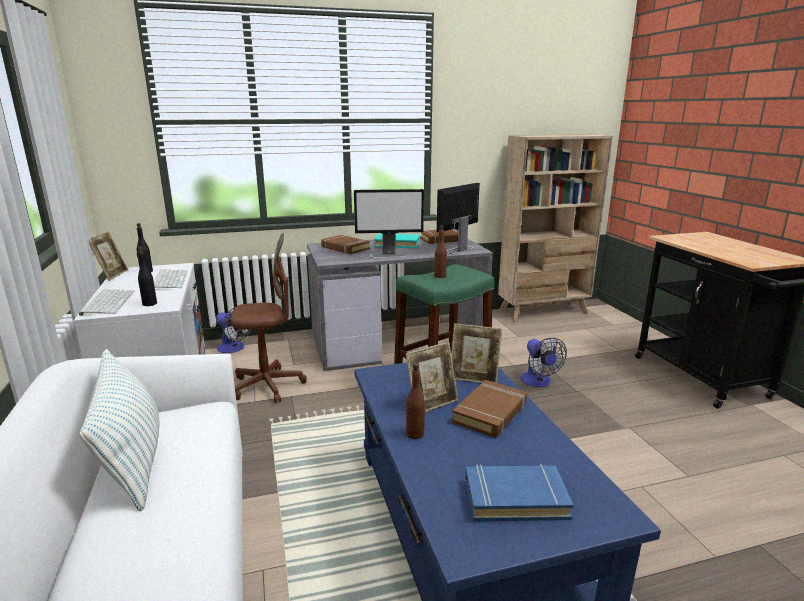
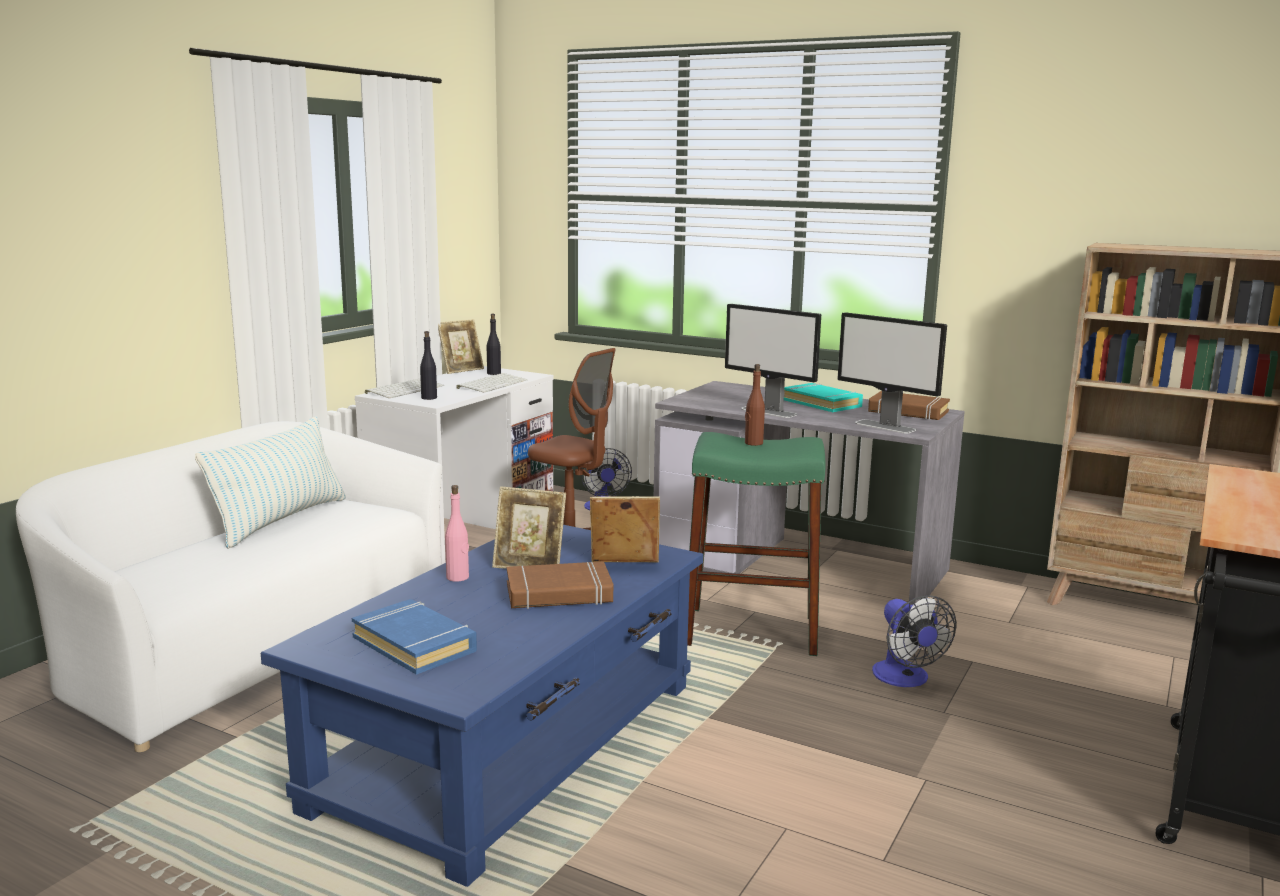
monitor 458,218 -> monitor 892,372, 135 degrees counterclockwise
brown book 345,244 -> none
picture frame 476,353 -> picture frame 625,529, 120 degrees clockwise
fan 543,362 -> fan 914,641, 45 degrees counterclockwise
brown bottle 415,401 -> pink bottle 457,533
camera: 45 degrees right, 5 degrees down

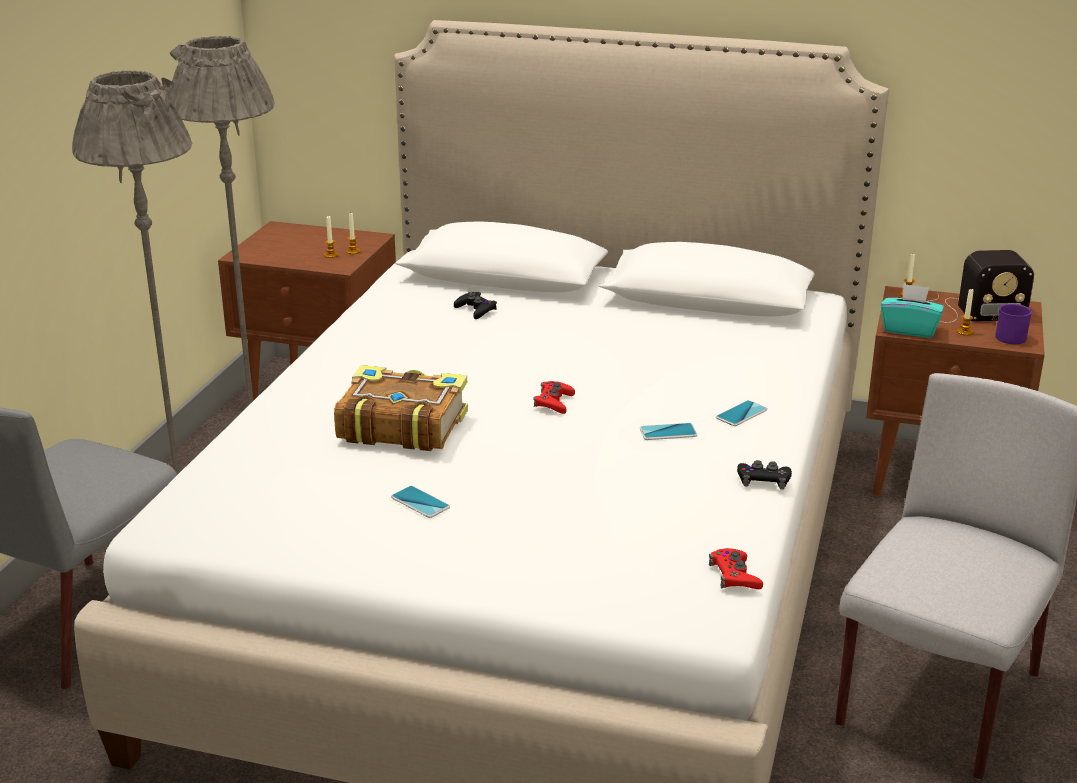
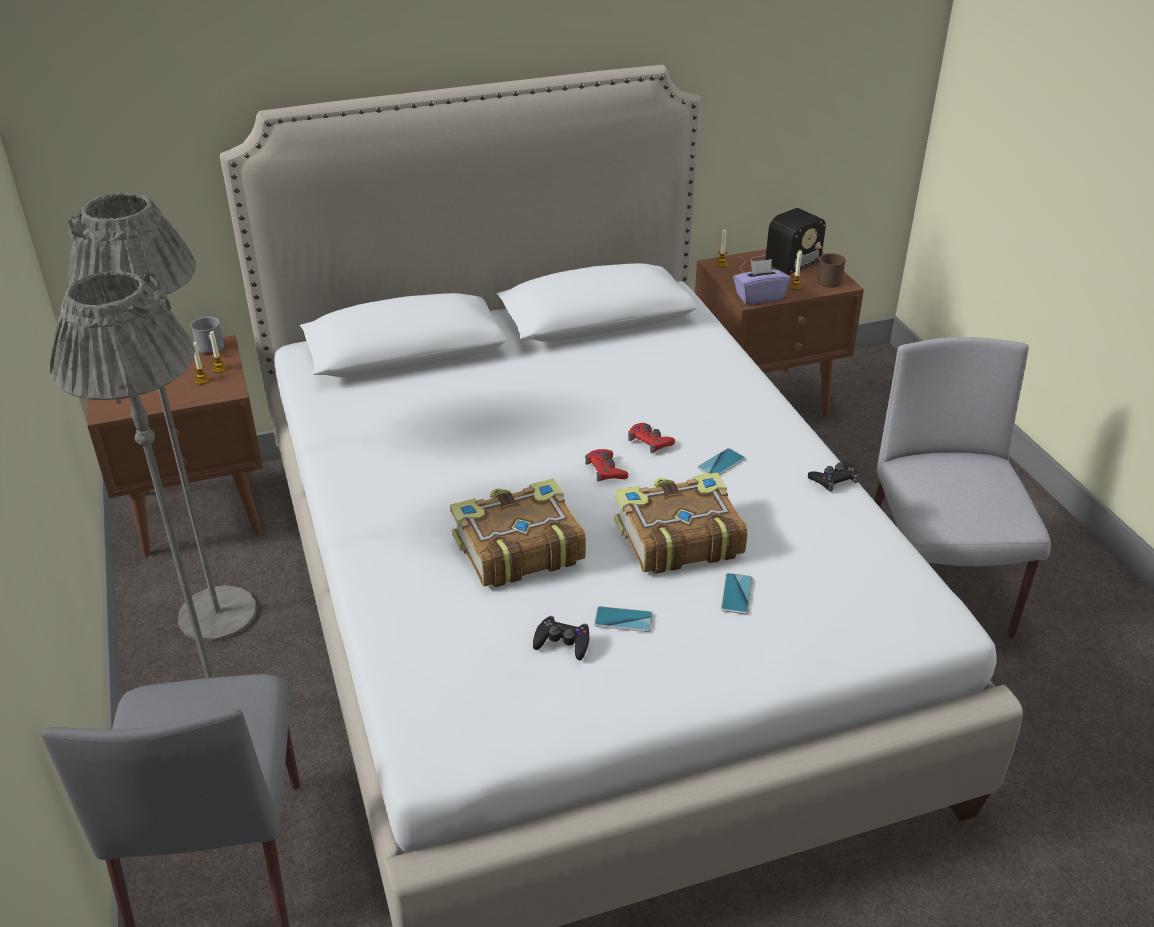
turquoise tissue box 912,311 -> purple tissue box 762,282
black game controller 475,305 -> black game controller 561,638, move
purple mug 1013,324 -> brown mug 830,270
phone 741,413 -> phone 736,593, move
red game controller 736,568 -> red game controller 651,438, move
none -> grey mug 207,335
none -> book 680,523
camera: 35 degrees left, 10 degrees up

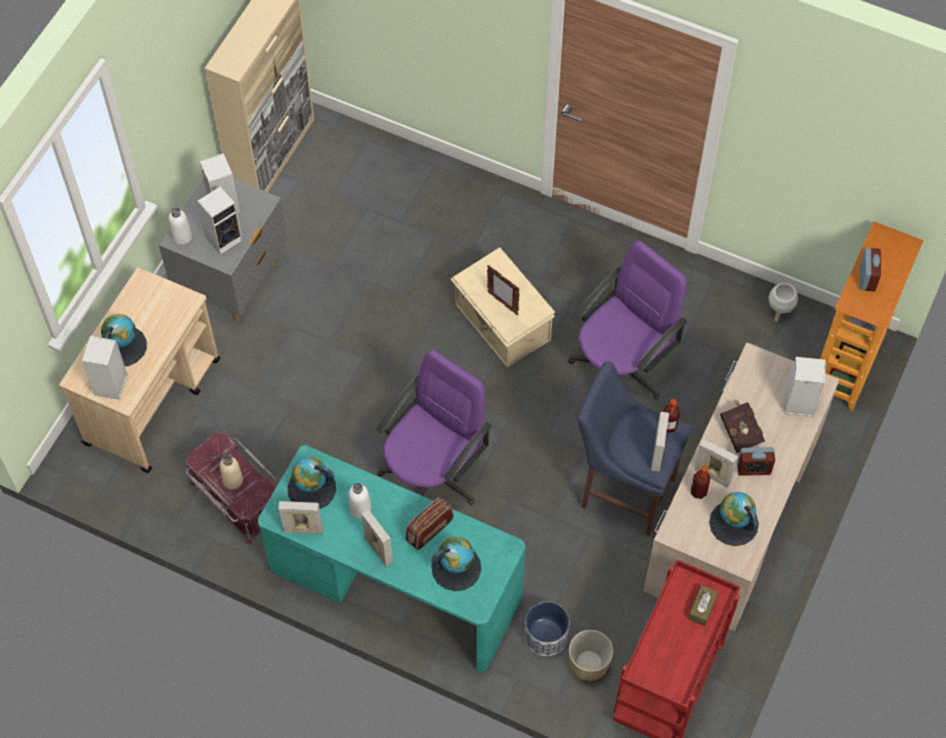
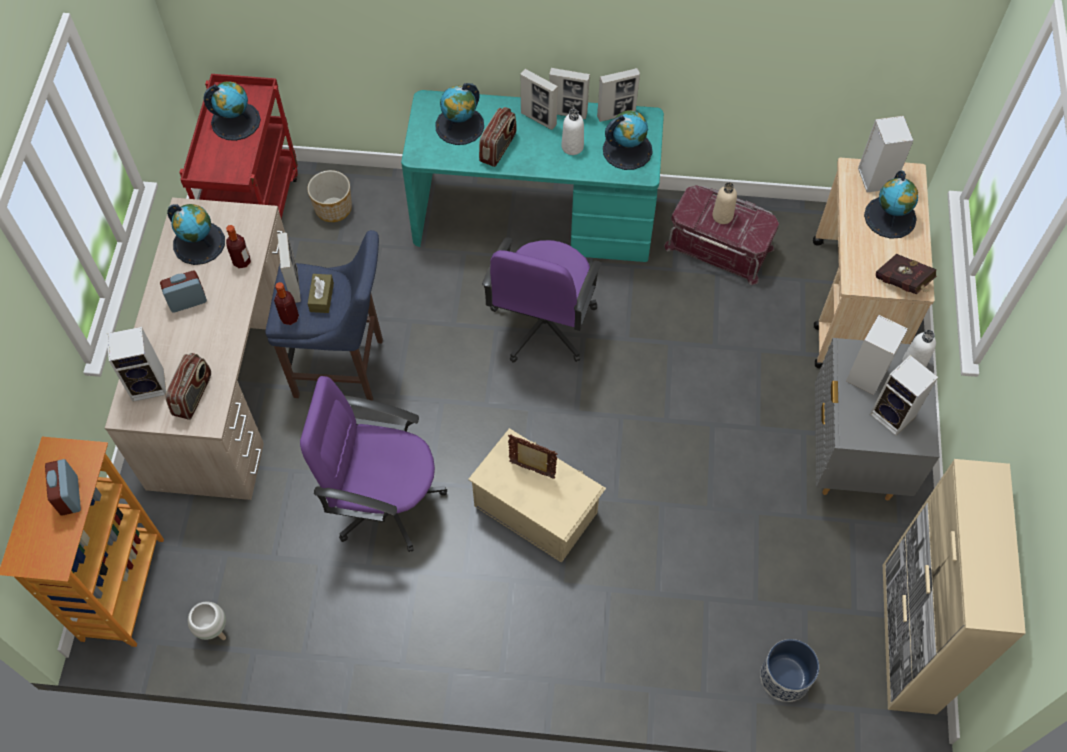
purple office chair 627,320 -> purple office chair 373,464, 75 degrees clockwise
red book 742,426 -> red book 906,274, move
picture frame 716,463 -> picture frame 569,93, move
brown tissue box 703,605 -> brown tissue box 321,293, move
planter 547,628 -> planter 789,670, move
none -> globe 232,111
none -> radio 188,386
camera: 160 degrees right, 0 degrees up

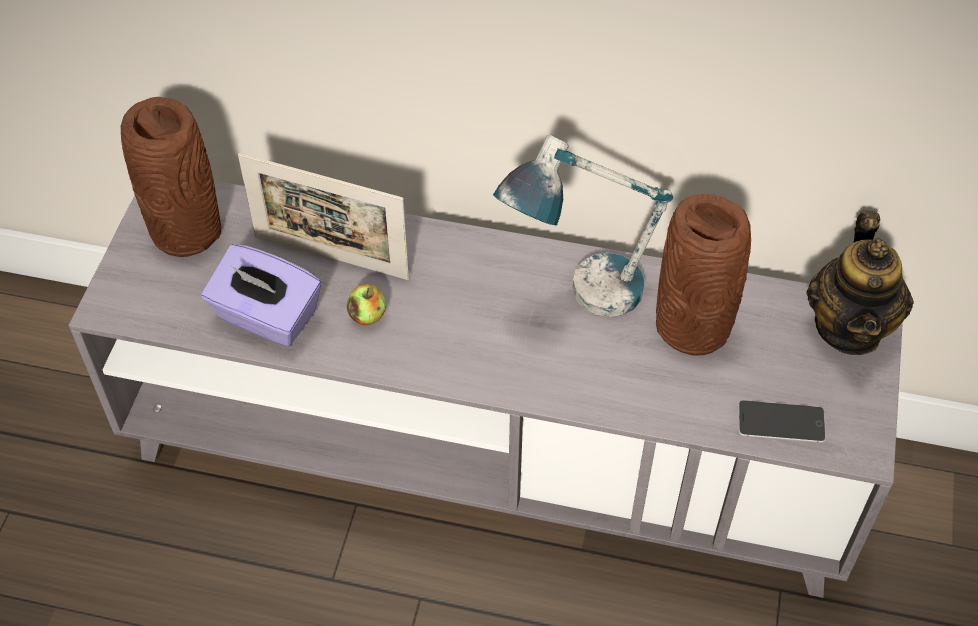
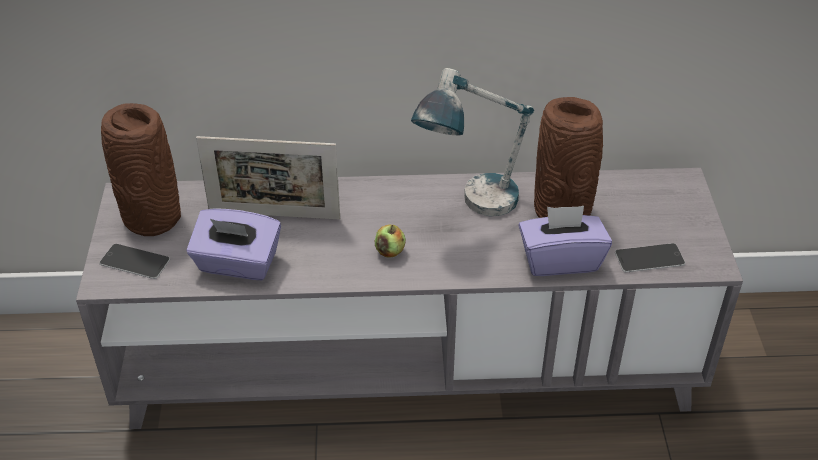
teapot 860,282 -> none
apple 366,304 -> apple 390,241, move
none -> purple tissue box 565,241
none -> phone 134,261
camera: 15 degrees left, 10 degrees down

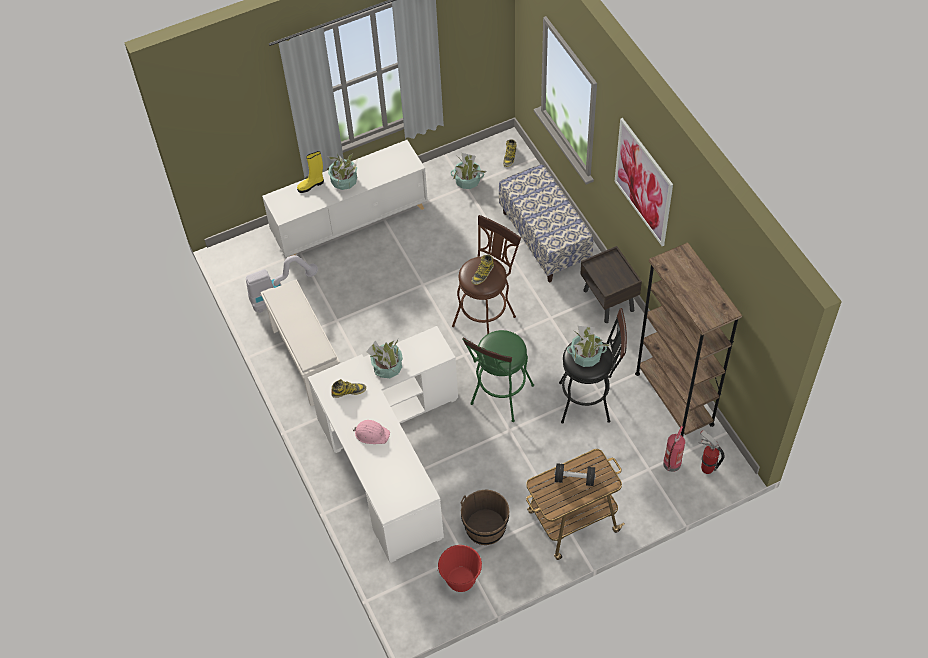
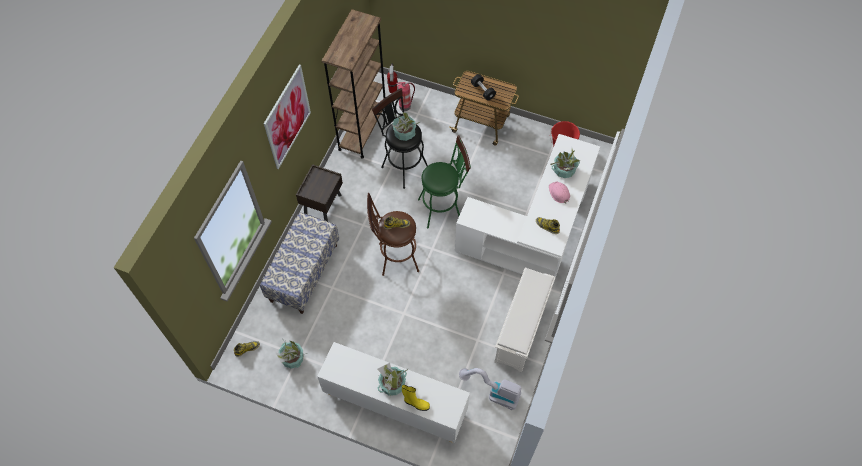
potted plant 384,358 -> potted plant 565,163, move
brown bucket 485,517 -> none
camera: 135 degrees left, 5 degrees up

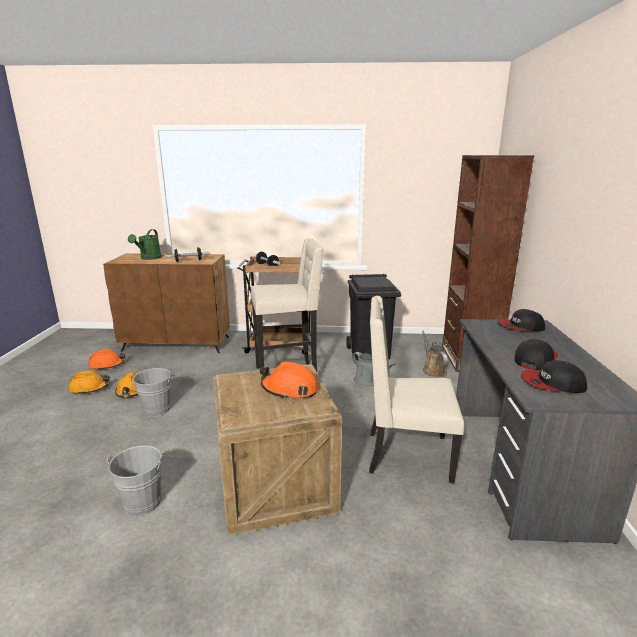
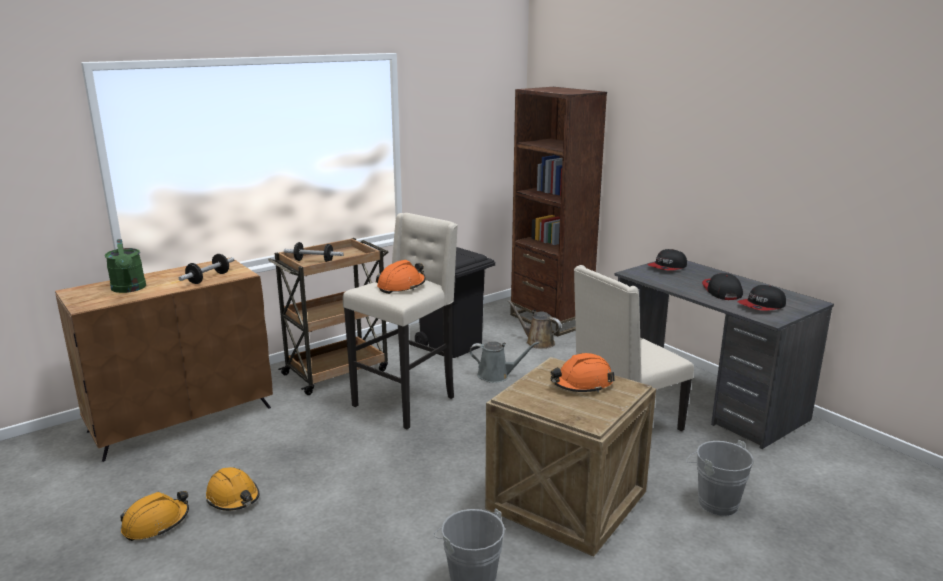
orange hard hat 106,359 -> orange hard hat 401,277, move
grey bucket 153,392 -> grey bucket 720,478, move
camera: 40 degrees left, 0 degrees up

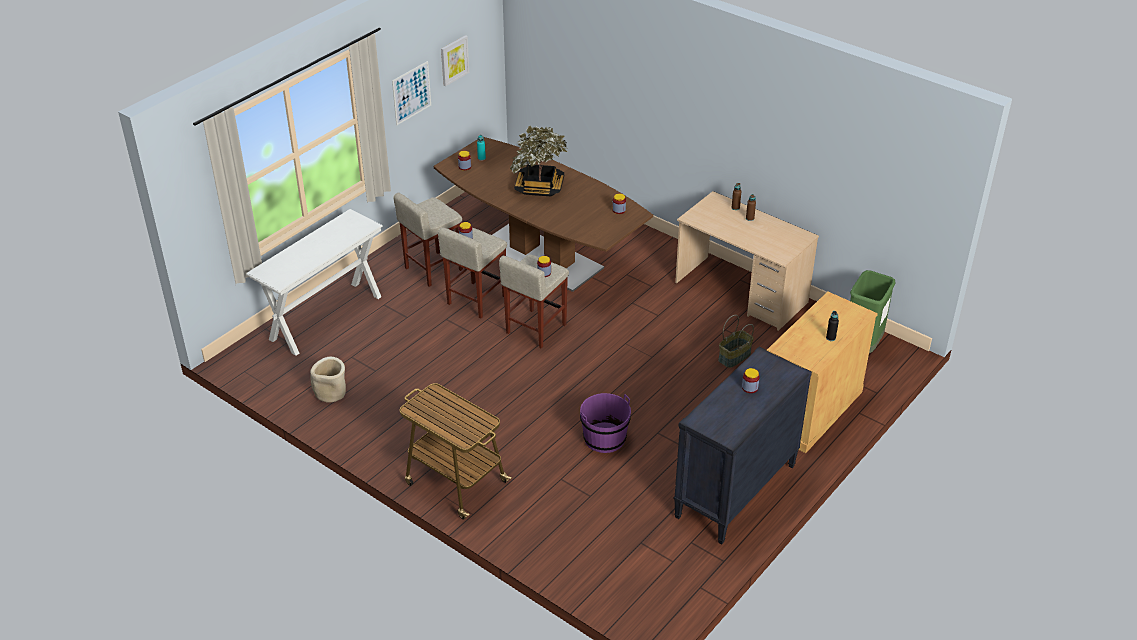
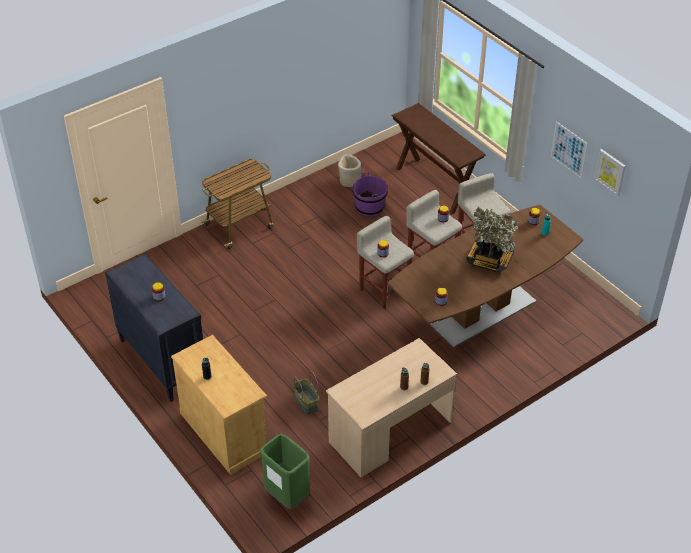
white console table 314,282 -> brown console table 439,159
purple bucket 605,423 -> purple bucket 370,194, move
camera: 105 degrees right, 5 degrees up

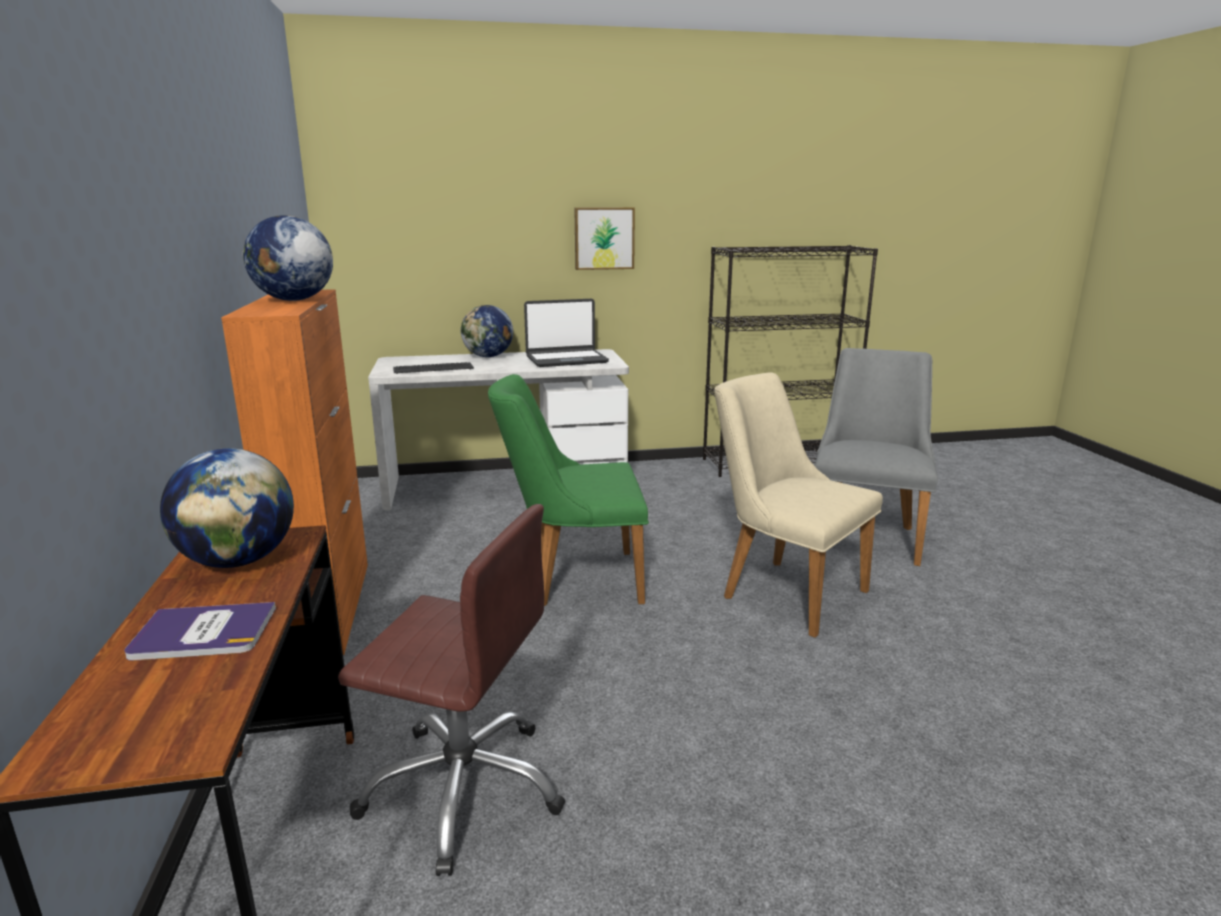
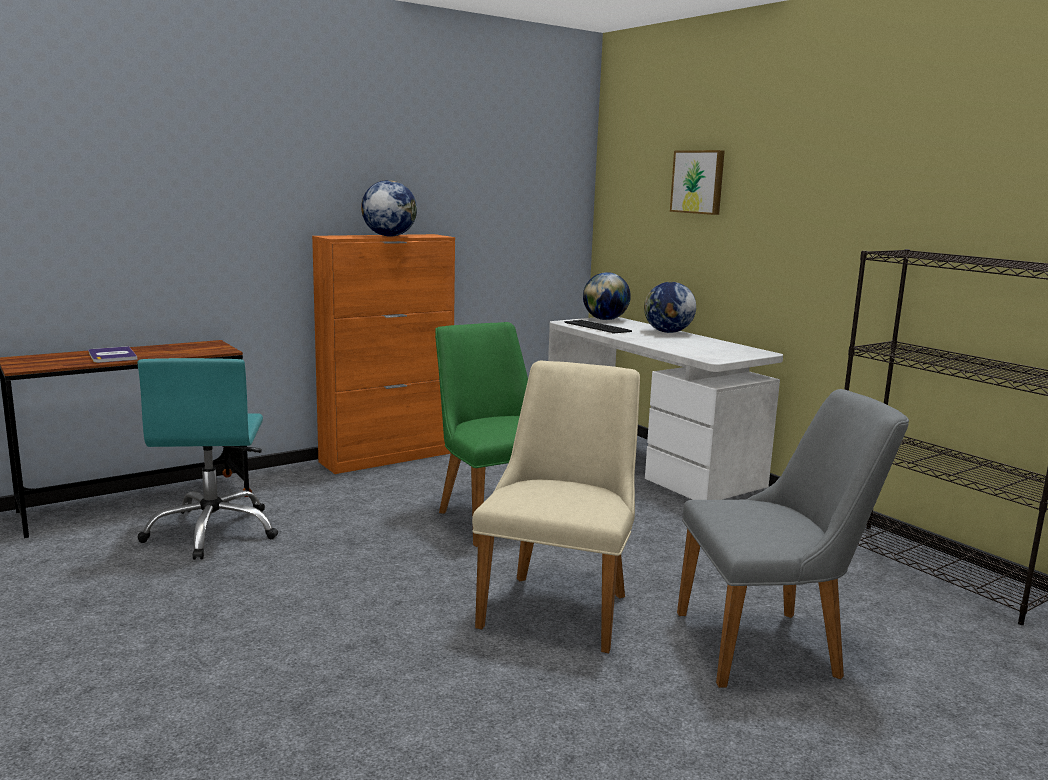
picture 604,239 -> picture 697,182, move
laptop 566,333 -> none
globe 227,508 -> globe 607,296, move
brown office chair 451,690 -> turquoise office chair 208,459
camera: 65 degrees right, 5 degrees down

